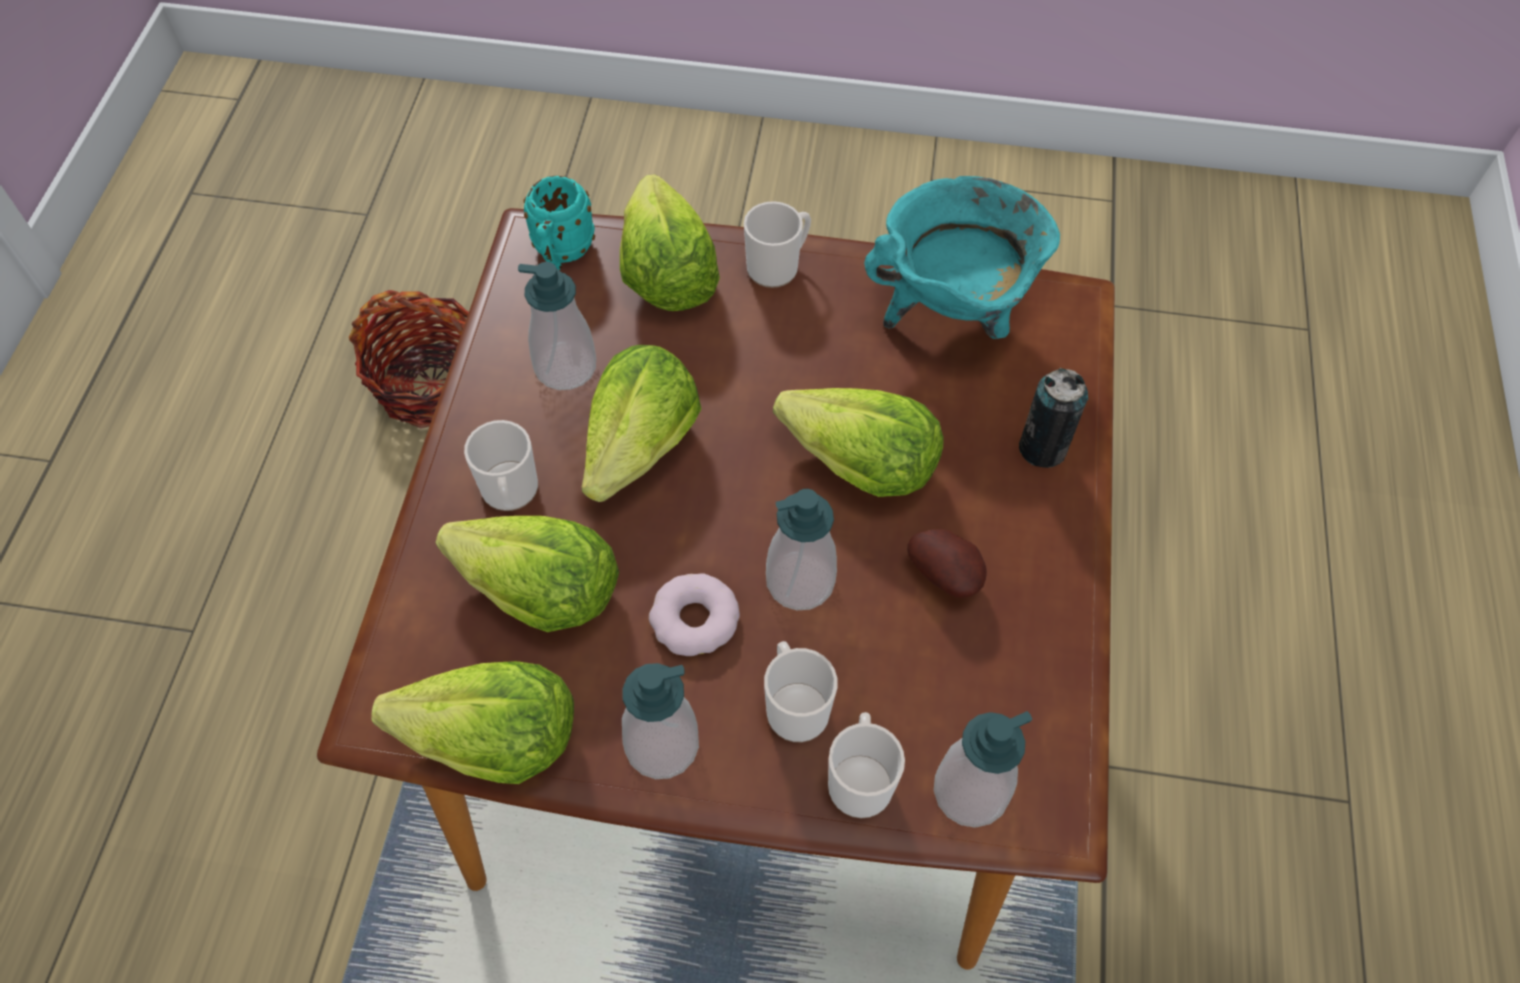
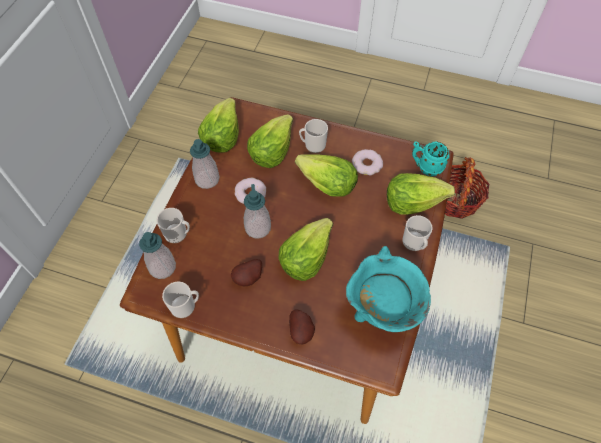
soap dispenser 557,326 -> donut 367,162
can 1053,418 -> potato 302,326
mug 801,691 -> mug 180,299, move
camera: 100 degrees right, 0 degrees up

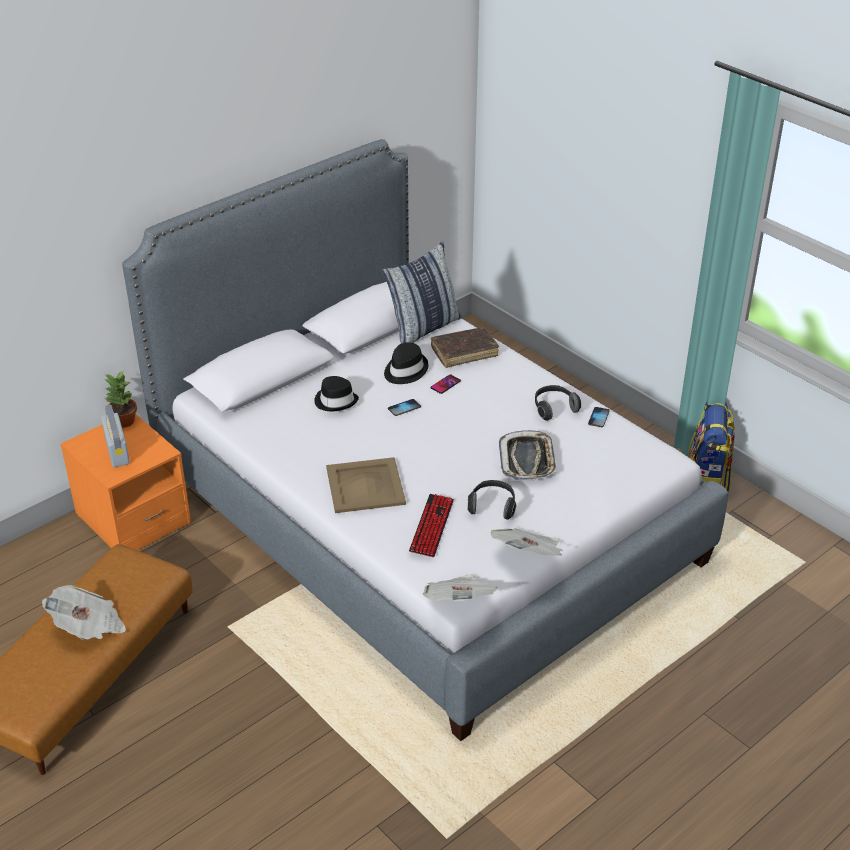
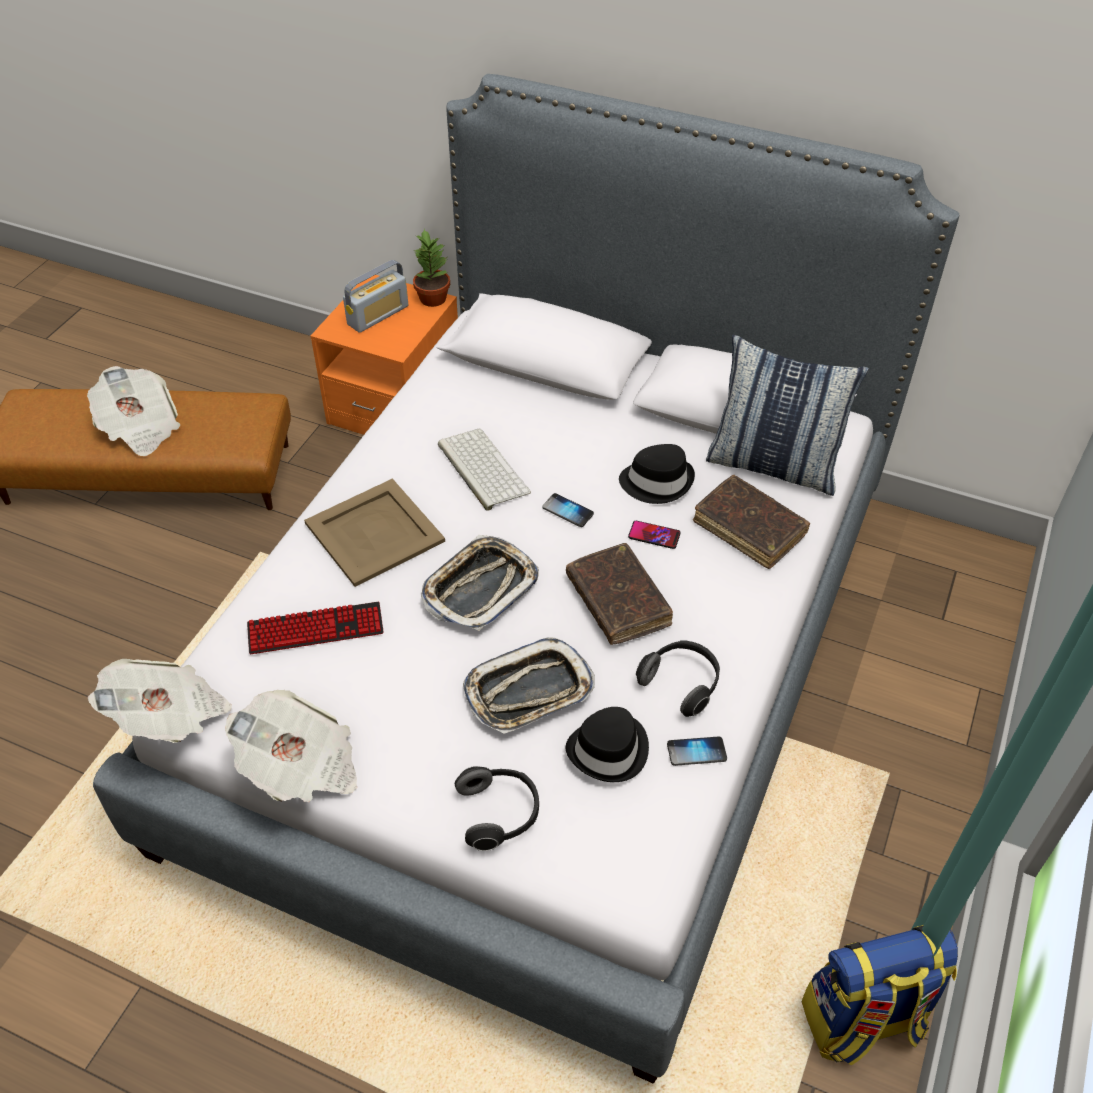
black hat 336,393 -> black hat 607,744, move
headphones 491,500 -> headphones 497,808, move
none -> keyboard 484,470
none -> tray 480,583
none -> brown book 619,594
camera: 65 degrees right, 10 degrees up

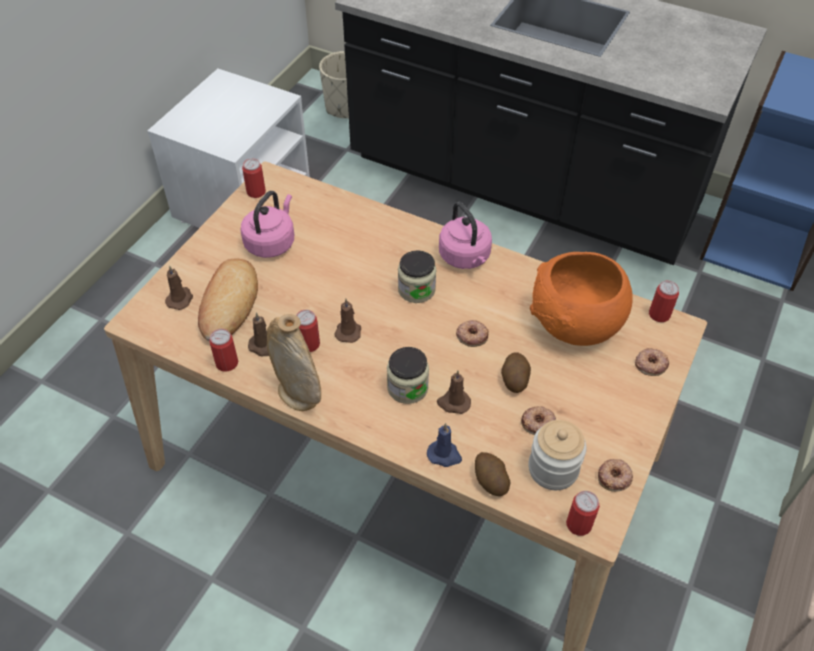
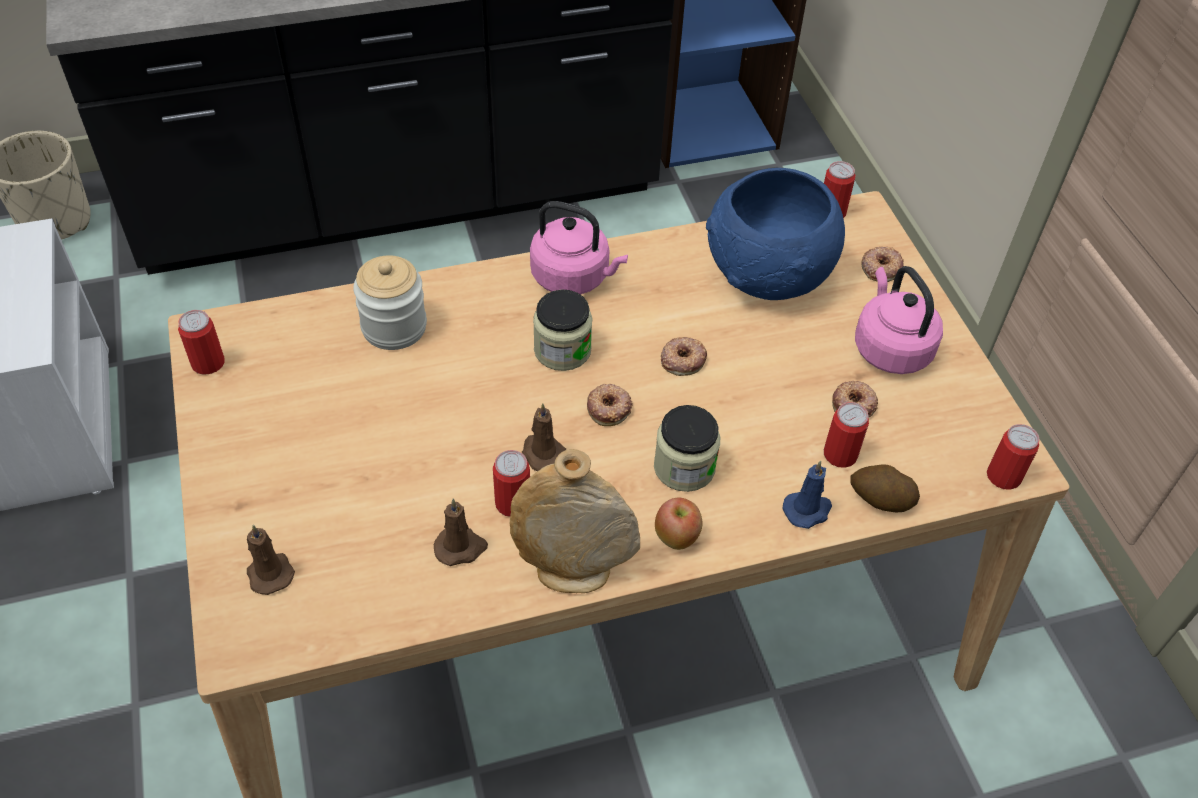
pink kettle 267,224 -> pink kettle 899,320, move
orange bowl 581,299 -> blue bowl 775,234
bread 228,300 -> none
can 223,350 -> can 846,435, move
potato 516,372 -> none
brown candle 454,392 -> none
jar 557,455 -> jar 390,302, move
donut 615,475 -> donut 610,405, move
none -> apple 678,524
camera: 45 degrees left, 0 degrees up

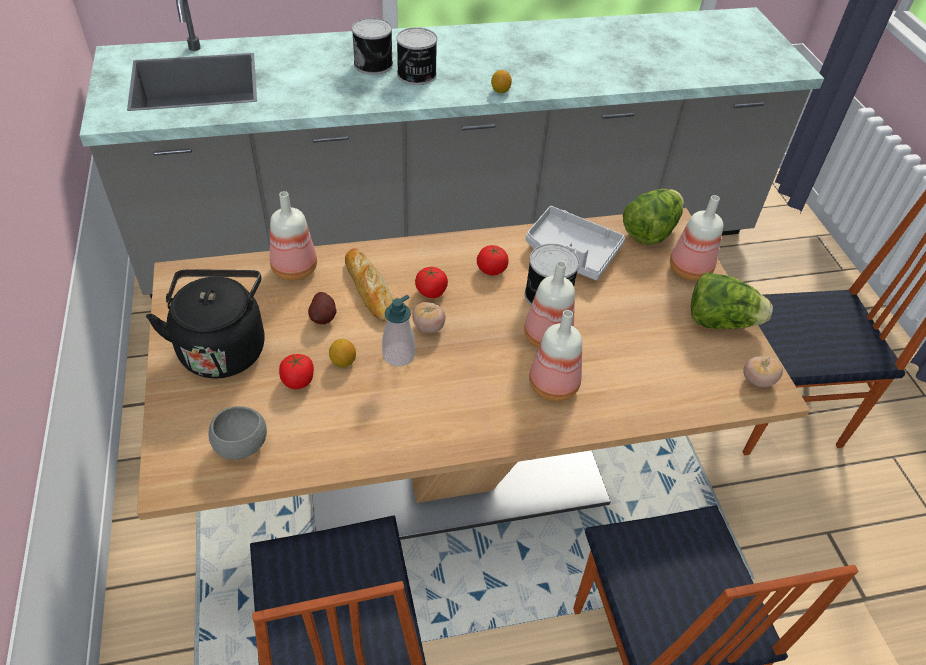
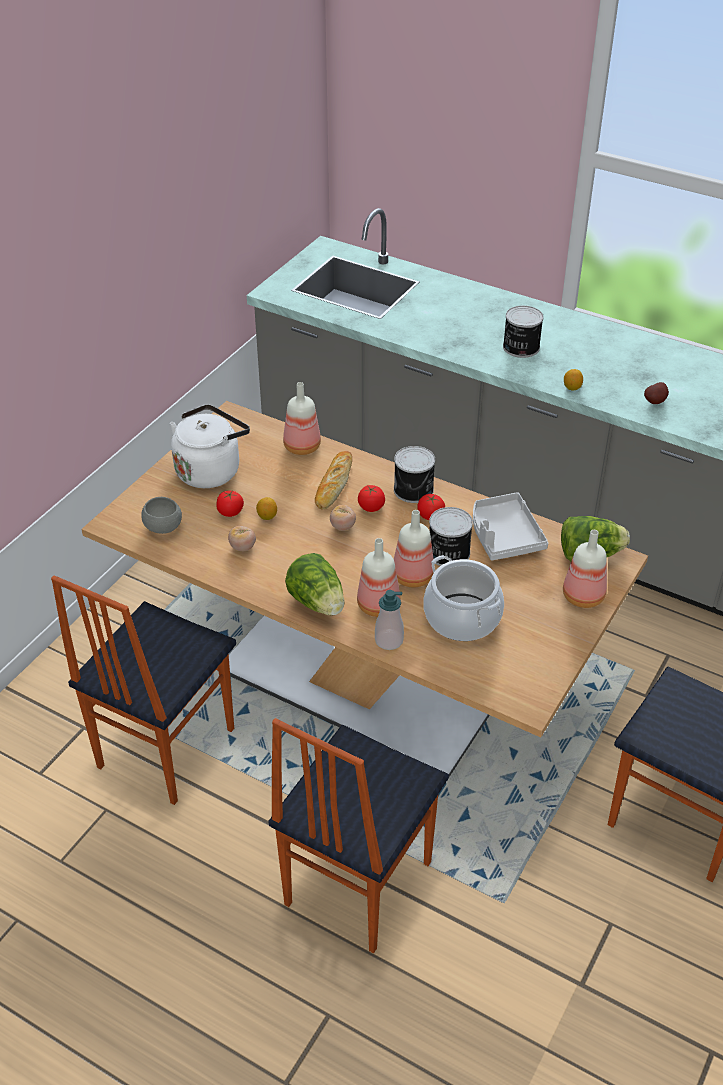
can 372,46 -> can 414,474, move
black kettle 205,323 -> white kettle 210,446
lettuce 732,300 -> lettuce 315,584, move
potato 322,308 -> potato 656,393, move
soap dispenser 398,331 -> soap dispenser 389,620, move
tomato 763,371 -> tomato 242,538, move
none -> cooking pot 463,598
camera: 45 degrees right, 5 degrees down

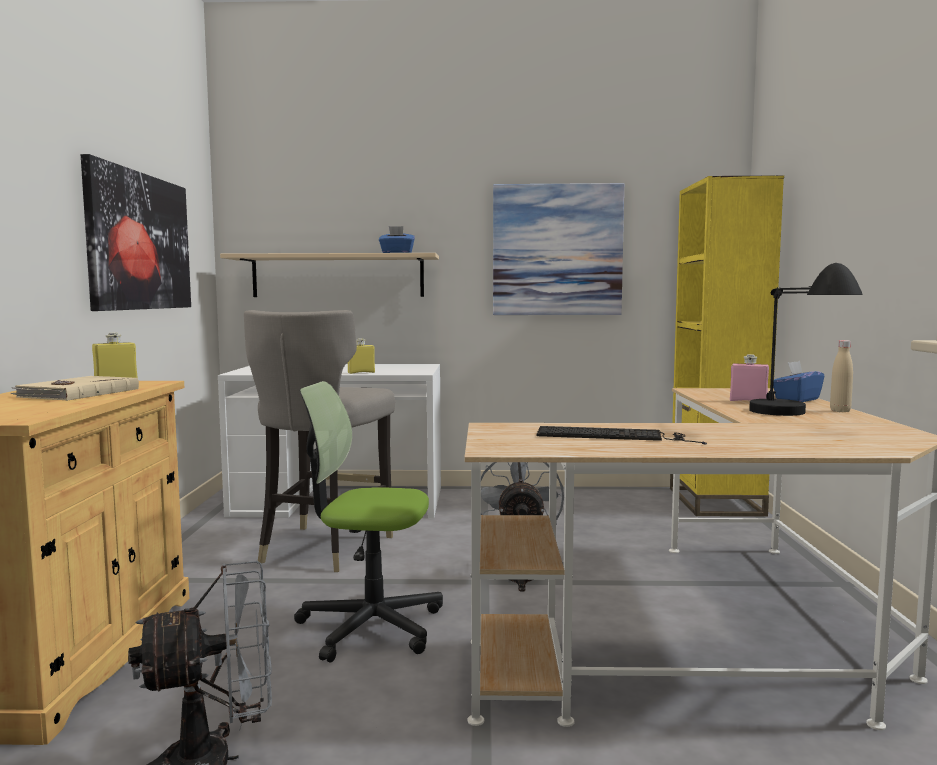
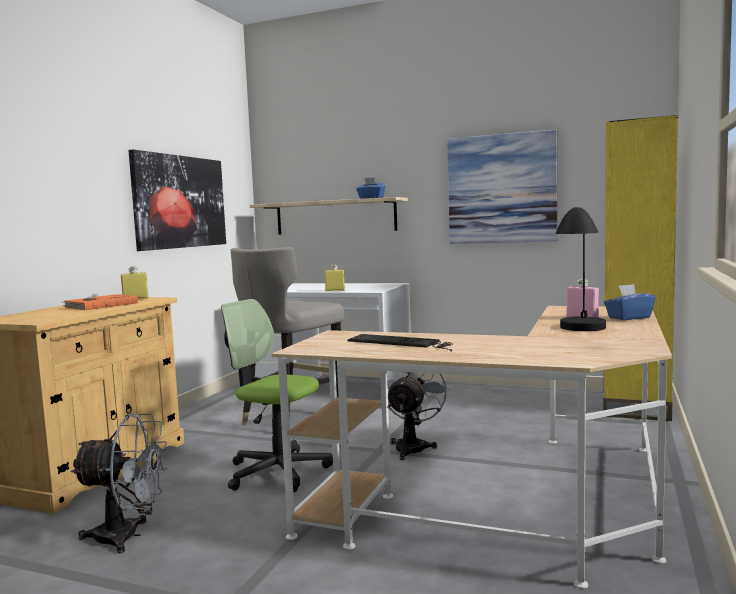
beige bottle 841,376 -> none
beige book 75,388 -> orange book 100,302
camera: 20 degrees right, 0 degrees up

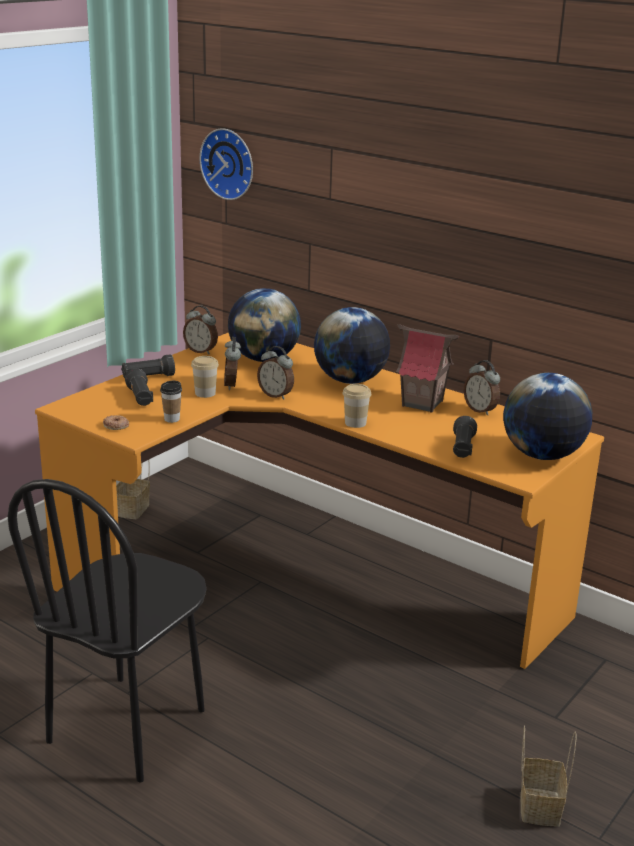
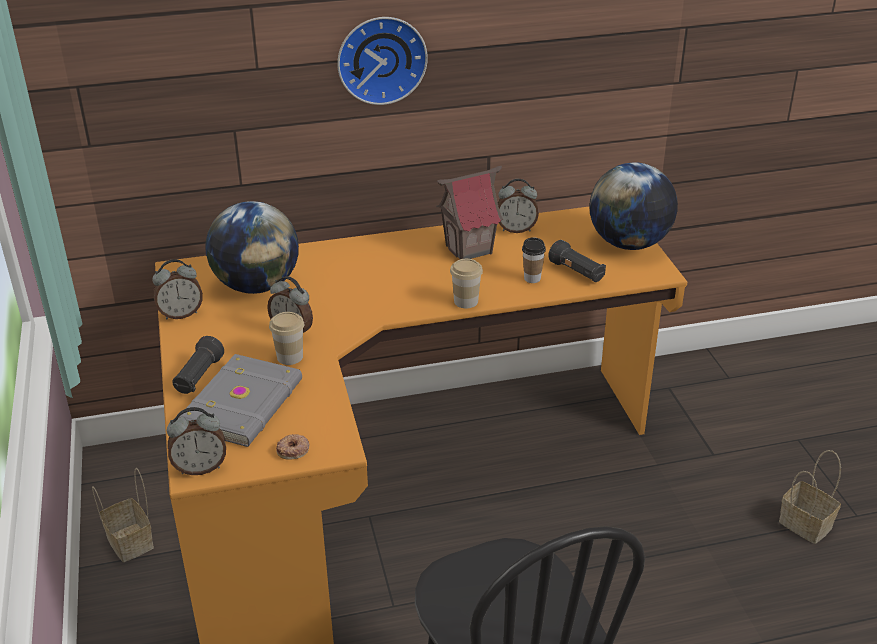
wall clock 226,164 -> wall clock 382,61, move
globe 352,345 -> none
alarm clock 275,373 -> alarm clock 196,441, move
black flashlight 139,387 -> grey book 241,400
cup 171,402 -> cup 534,260, move
camera: 50 degrees left, 10 degrees up

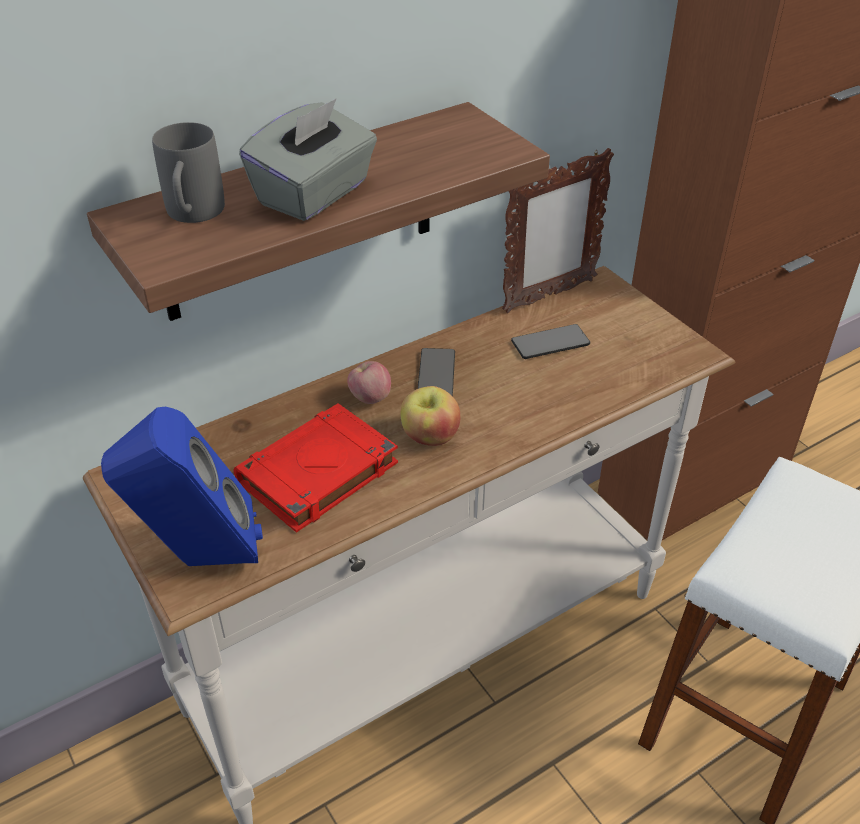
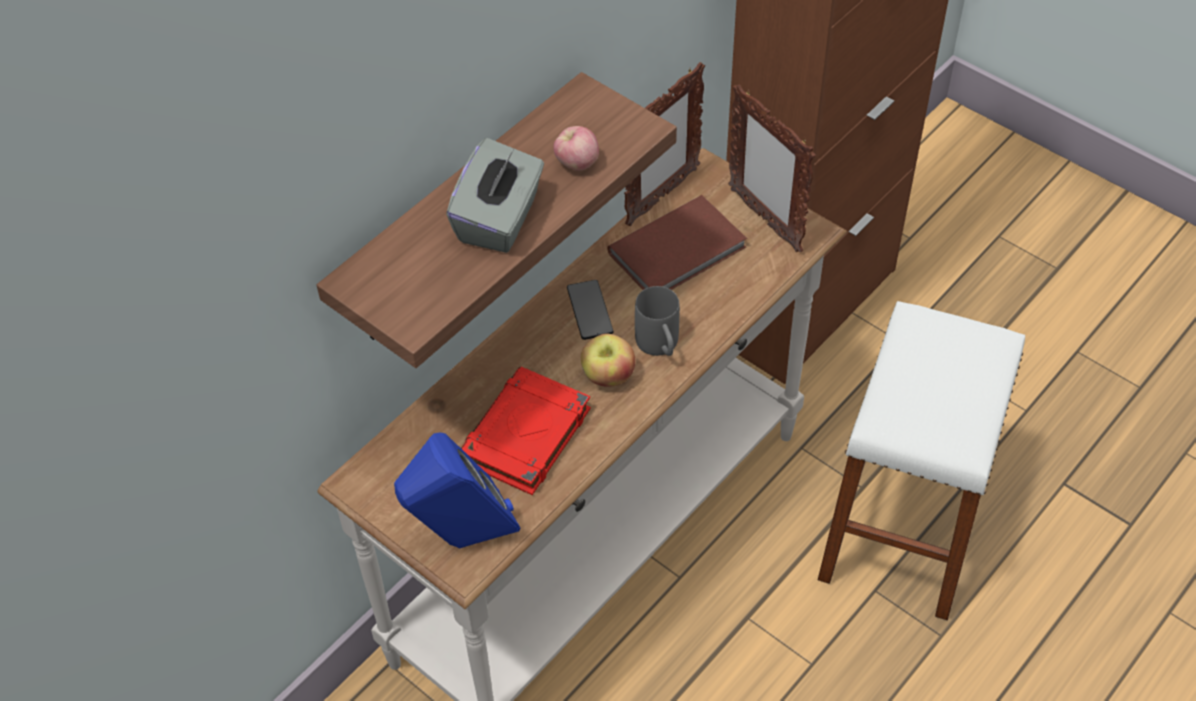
grey mug 188,172 -> grey mug 657,321, move
phone 550,341 -> brown book 677,242
apple 369,382 -> apple 576,148, move
none -> picture frame 772,168
camera: 15 degrees left, 10 degrees up

